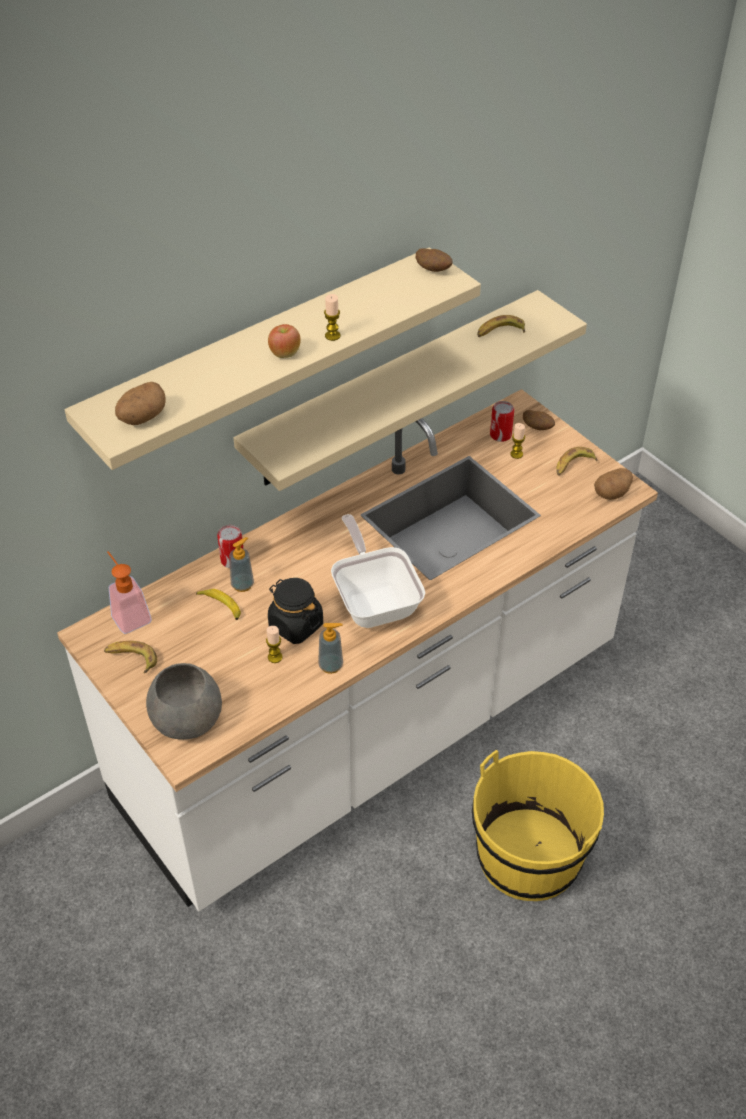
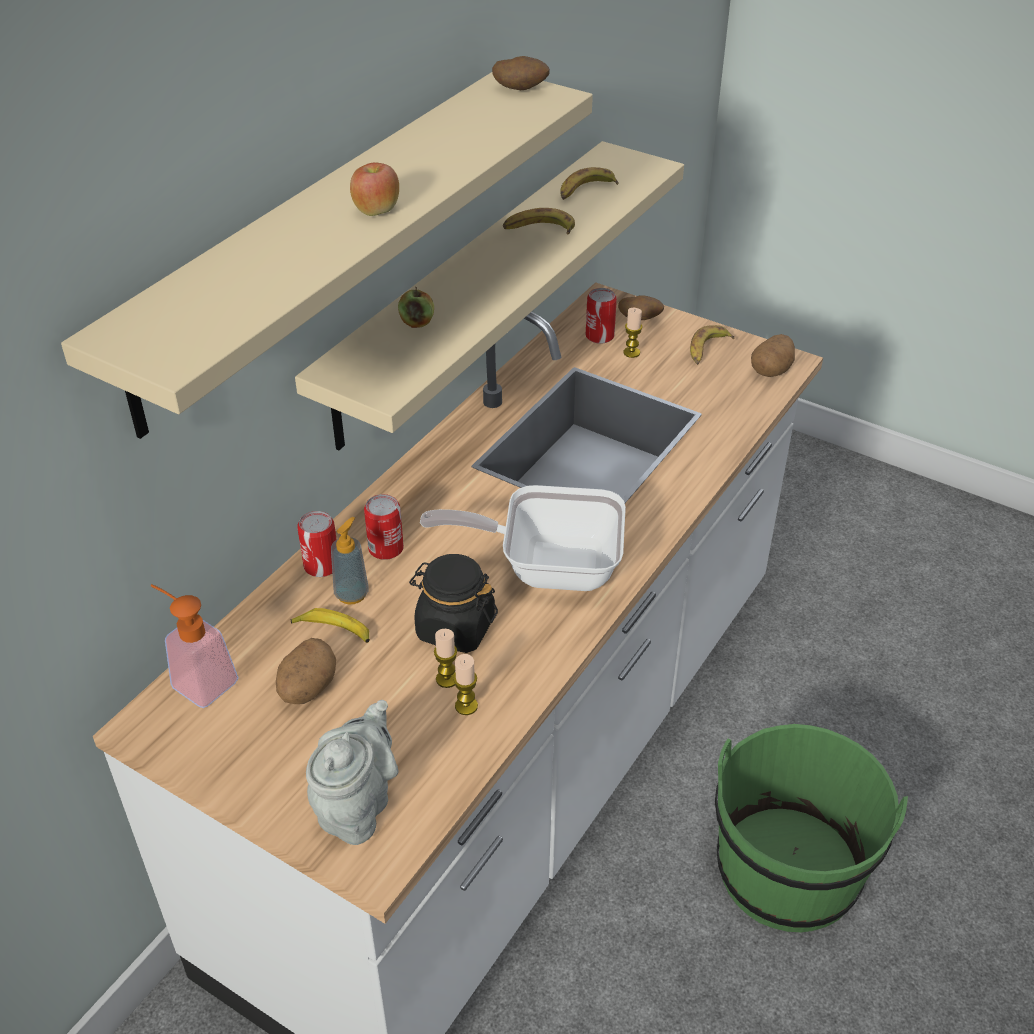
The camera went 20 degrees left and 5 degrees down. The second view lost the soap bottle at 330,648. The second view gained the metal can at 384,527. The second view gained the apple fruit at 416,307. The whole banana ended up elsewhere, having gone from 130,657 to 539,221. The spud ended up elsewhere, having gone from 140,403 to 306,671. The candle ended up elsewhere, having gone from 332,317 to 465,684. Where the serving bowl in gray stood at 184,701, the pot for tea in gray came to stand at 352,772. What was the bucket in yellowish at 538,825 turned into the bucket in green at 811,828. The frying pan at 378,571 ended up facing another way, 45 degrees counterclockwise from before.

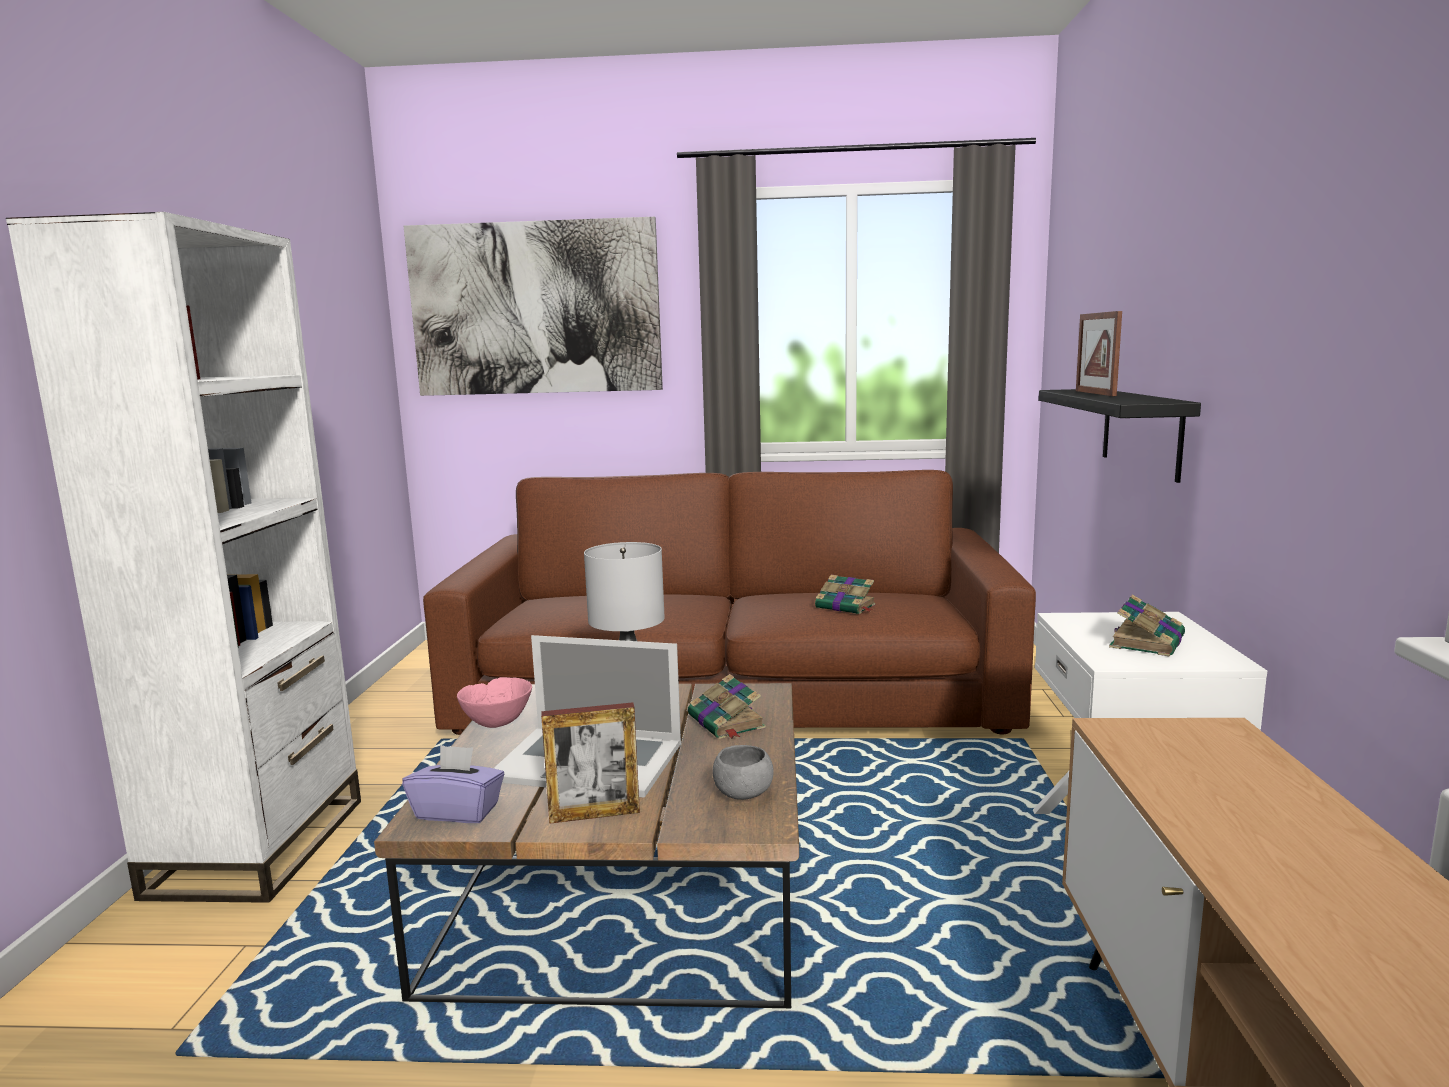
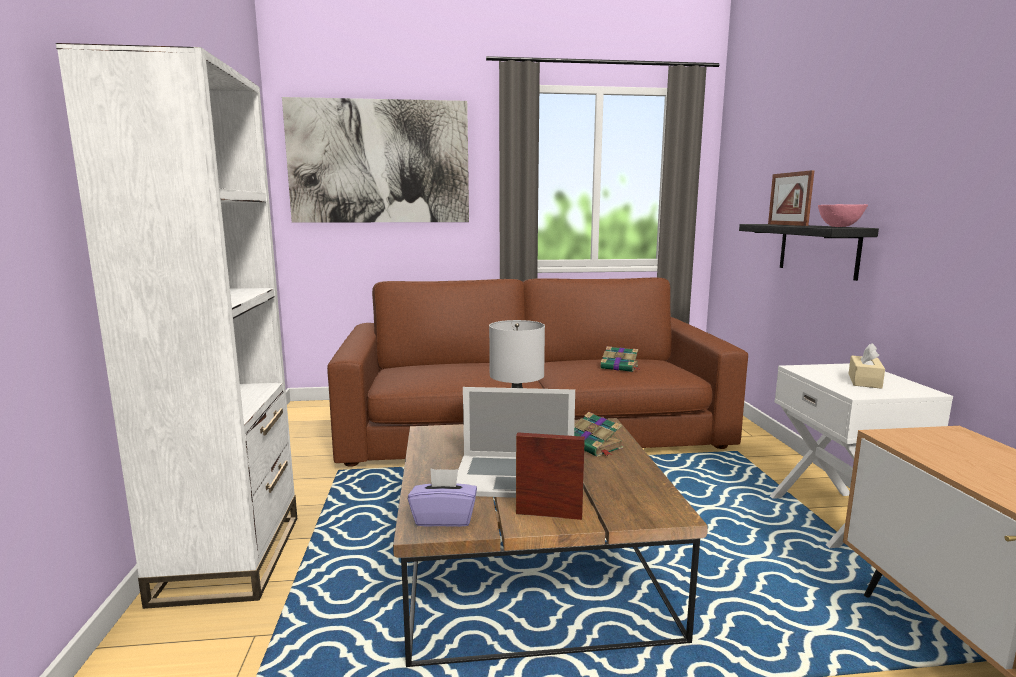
The camera went 10 degrees left and 0 degrees up. The second view lost the serving bowl in gray at 743,772. The serving bowl in pink ended up elsewhere, having gone from 494,702 to 843,215. Where the volume stood at 1147,626, the tissue holder in beige came to stand at 866,366. The standing frame at 590,763 ended up facing another way, 150 degrees counterclockwise from before.

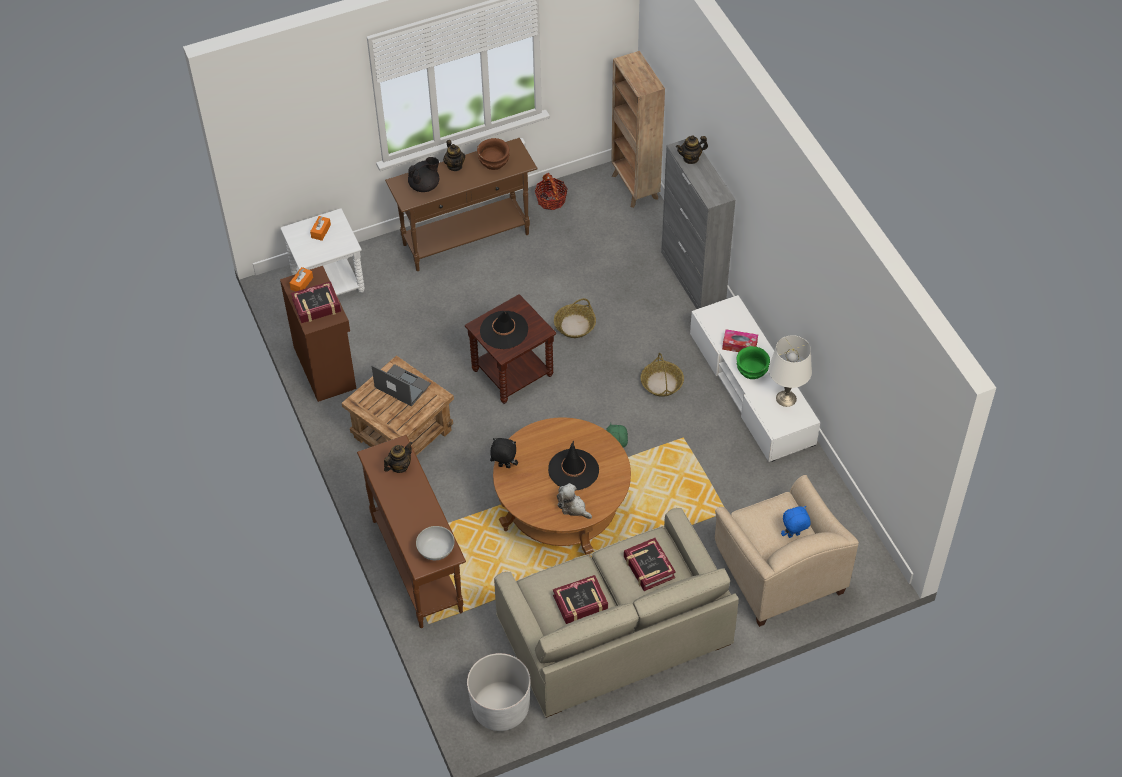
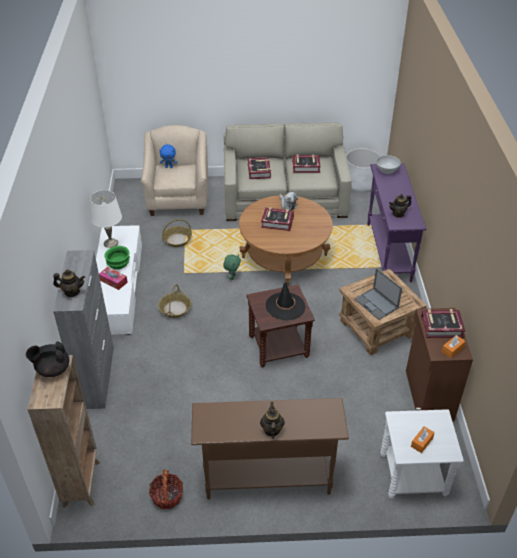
The camera went 160 degrees left and 10 degrees down. The second view lost the serving bowl in brownish at 493,154. The second view lost the plush toy in black at 504,453. The pot for tea in black ended up elsewhere, having gone from 423,174 to 48,359. The storage basket ended up elsewhere, having gone from 575,318 to 177,233. Where the clothing hat in black stood at 573,465, the volume came to stand at 277,219. What was the narrow table in brownish at 411,531 turned into the narrow table in purple-coloured at 396,222.

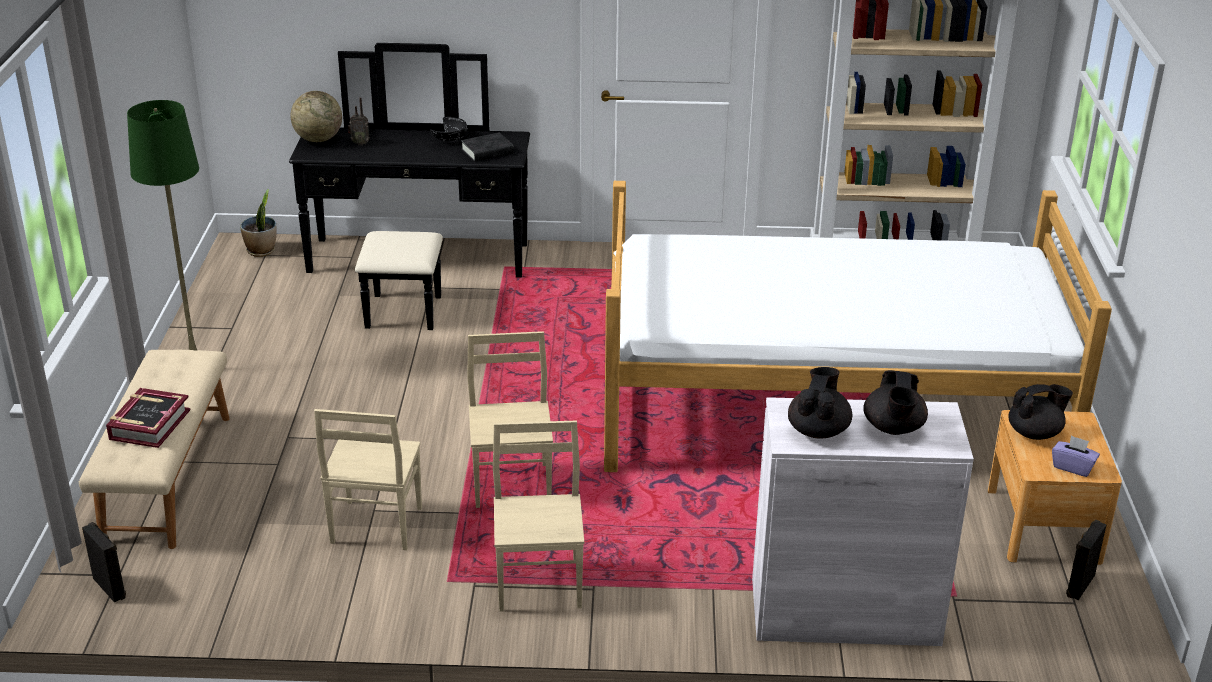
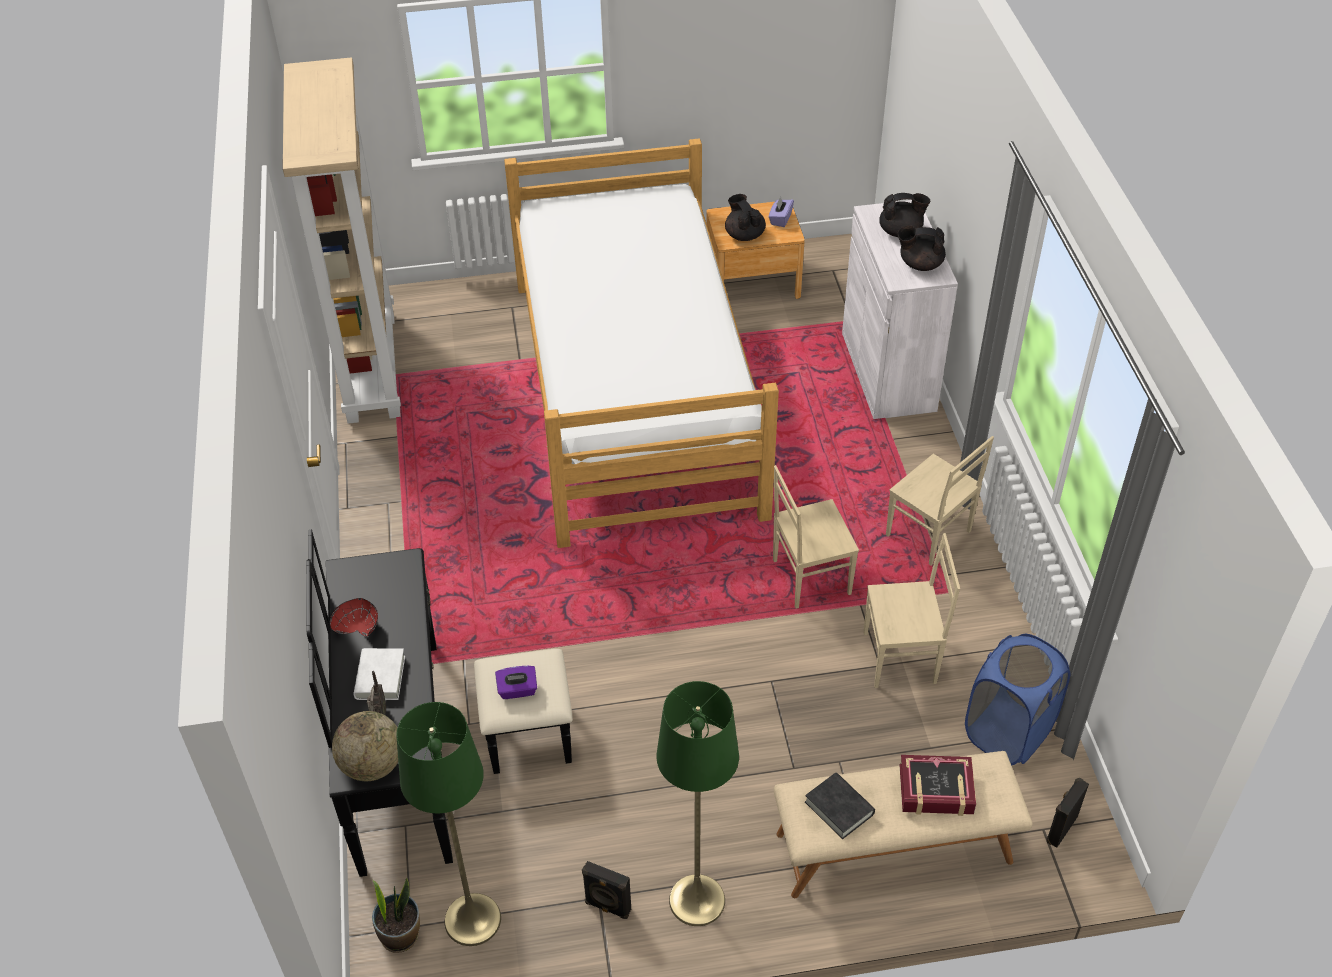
The camera went 100 degrees left and 15 degrees up. The second view gained the volume in white-coloured at 379,674. The second view gained the standing lamp in green at 448,824. The second view gained the tissue holder in purple-coloured at 516,682. The second view gained the laundry basket in bluish at 1017,700. The volume in black ended up elsewhere, having gone from 487,147 to 840,805. The audio speaker in black ended up elsewhere, having gone from 1086,560 to 606,890. What was the serving bowl in black at 448,129 turned into the serving bowl in reddish at 354,617. The chair in beige at 538,516 ended up facing another way, 120 degrees counterclockwise from before.

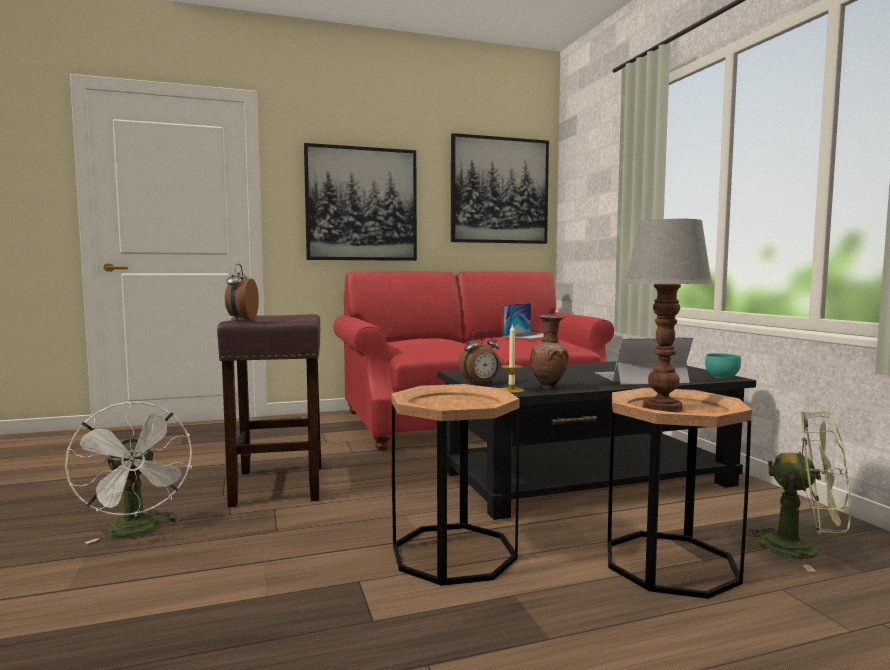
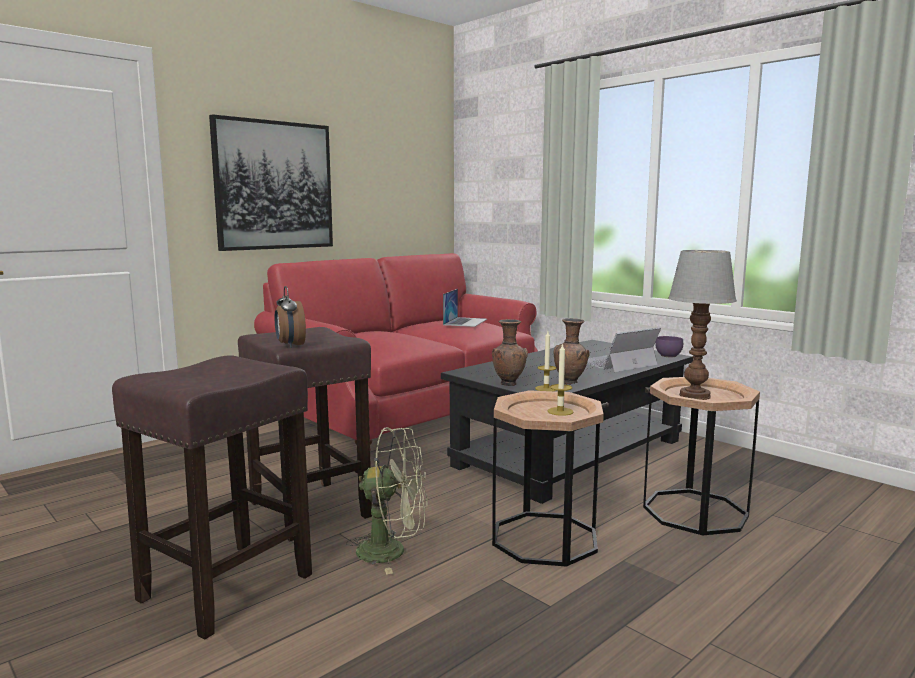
The camera went 25 degrees left and 5 degrees up. The second view lost the picture at 500,188. The second view gained the candle at 560,379. The fan in green ended up elsewhere, having gone from 798,491 to 387,501. Where the fan in white-coloured stood at 128,472, the stool seat in brownish came to stand at 212,497. Where the table clock stood at 479,357, the decorative vase in brownish came to stand at 510,352. What was the serving bowl in turquoise-coloured at 723,366 turned into the serving bowl in purple-coloured at 669,346.

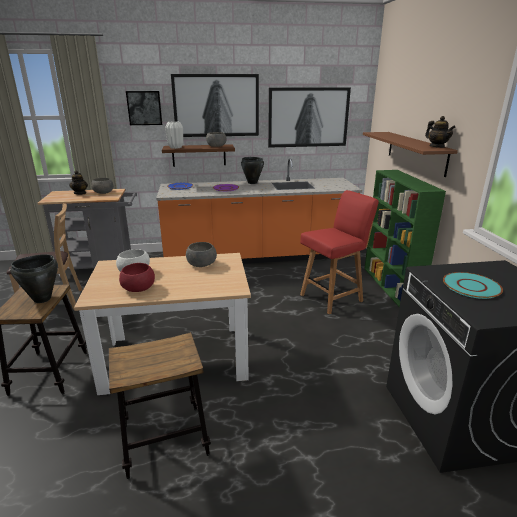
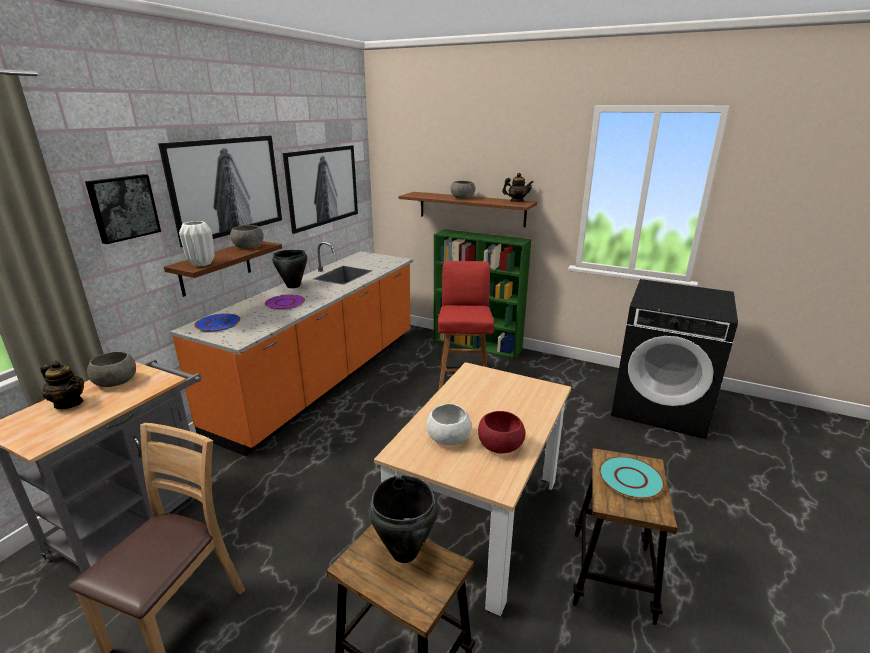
The camera went 55 degrees left and 0 degrees up. The serving bowl in gray ended up elsewhere, having gone from 201,254 to 462,190. The dinner plate in turquoise-coloured ended up elsewhere, having gone from 473,285 to 632,477.

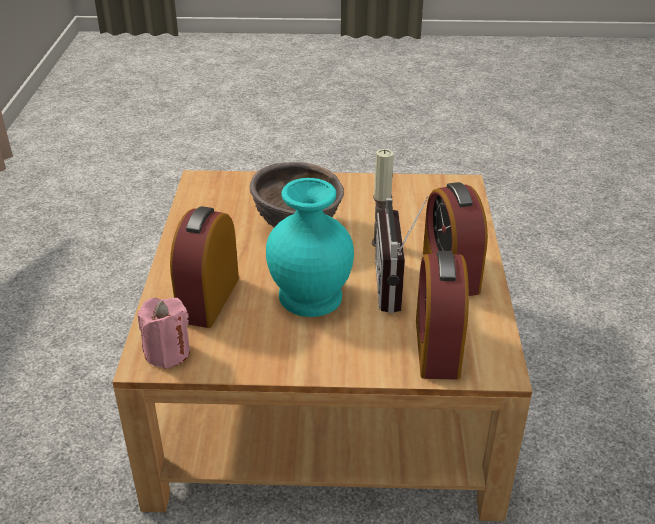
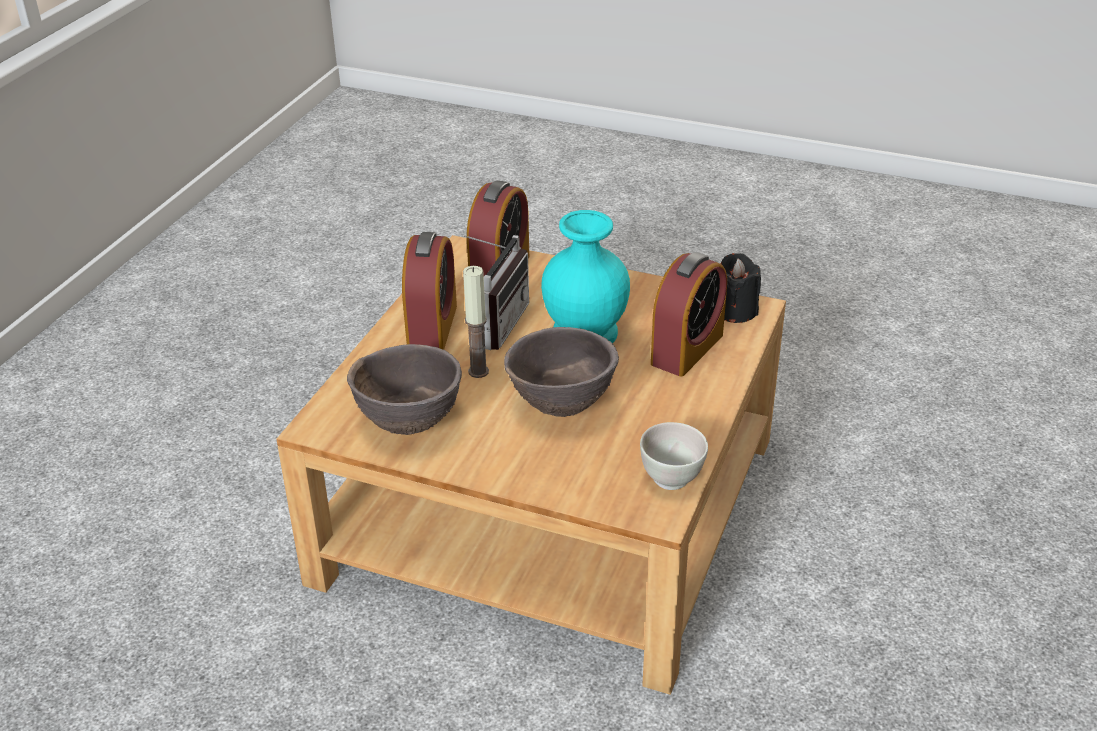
The camera went 160 degrees left and 0 degrees up. The second view gained the serving bowl in brownish at 404,389. The second view gained the serving bowl in white-coloured at 674,456. What was the candle in pink at 163,333 turned into the candle in black at 741,288.

